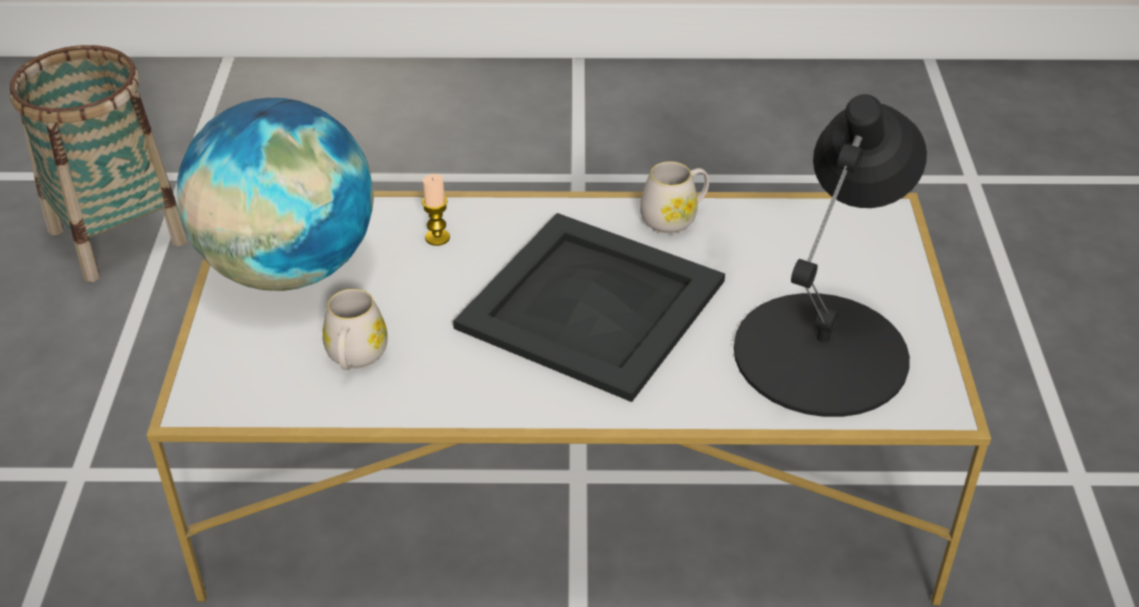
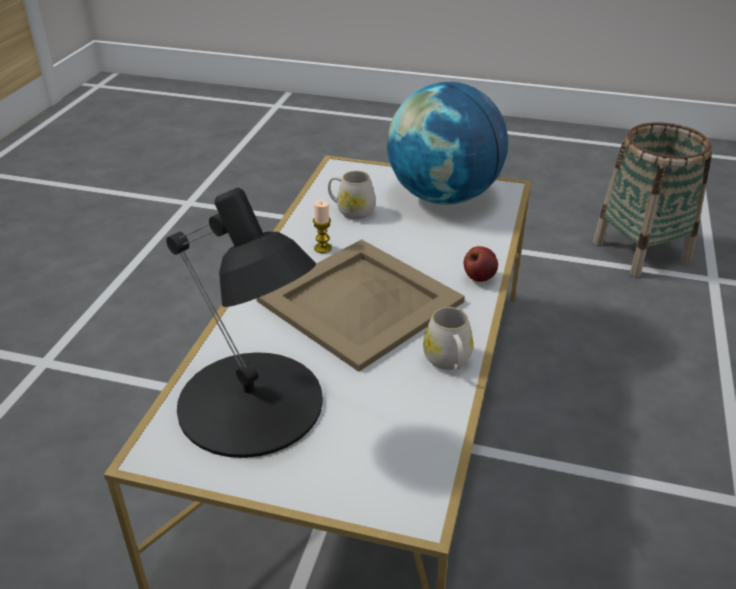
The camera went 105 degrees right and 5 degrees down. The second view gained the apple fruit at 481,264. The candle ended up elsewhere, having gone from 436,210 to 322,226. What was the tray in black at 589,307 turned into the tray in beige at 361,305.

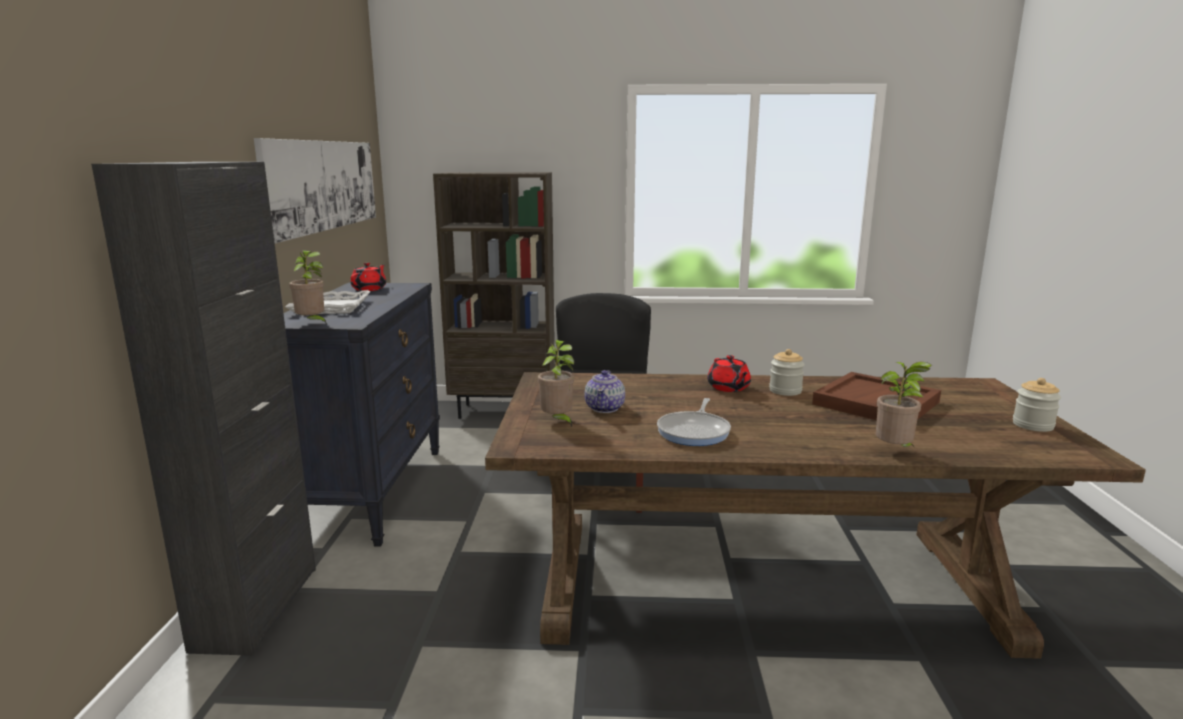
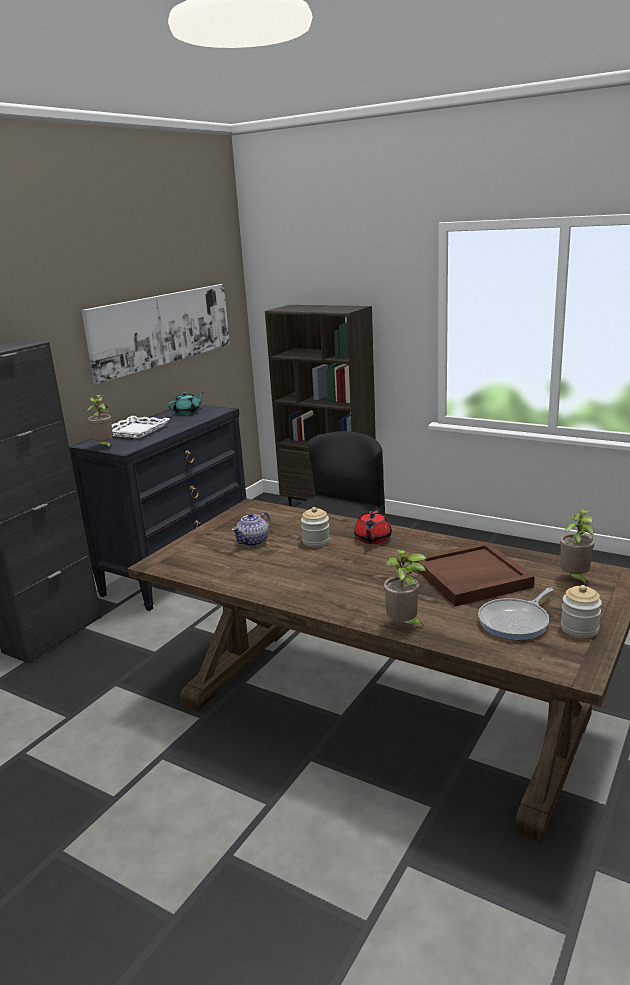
The camera went 30 degrees right and 5 degrees up. The plant in a pot ended up elsewhere, having gone from 556,383 to 577,547. The frying pan ended up elsewhere, having gone from 694,422 to 515,613. The preserve jar ended up elsewhere, having gone from 787,372 to 315,527. What was the pot for tea in reddish at 368,277 turned into the pot for tea in turquoise-coloured at 186,403.

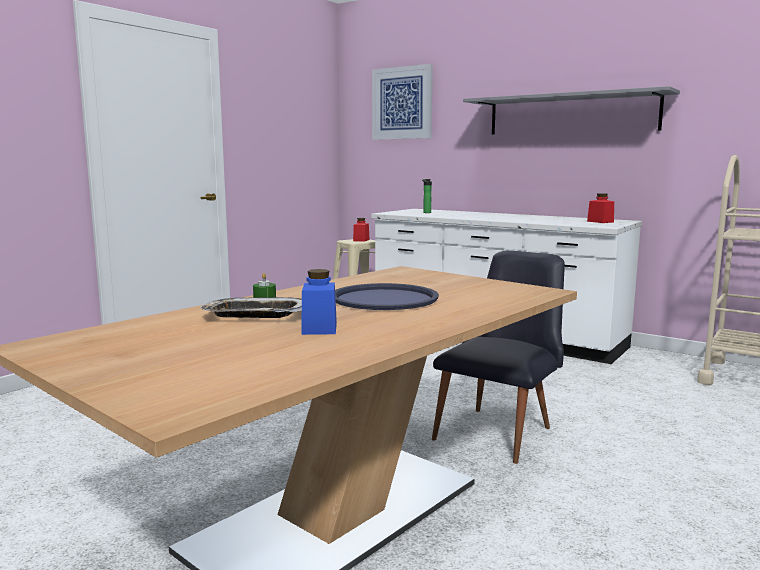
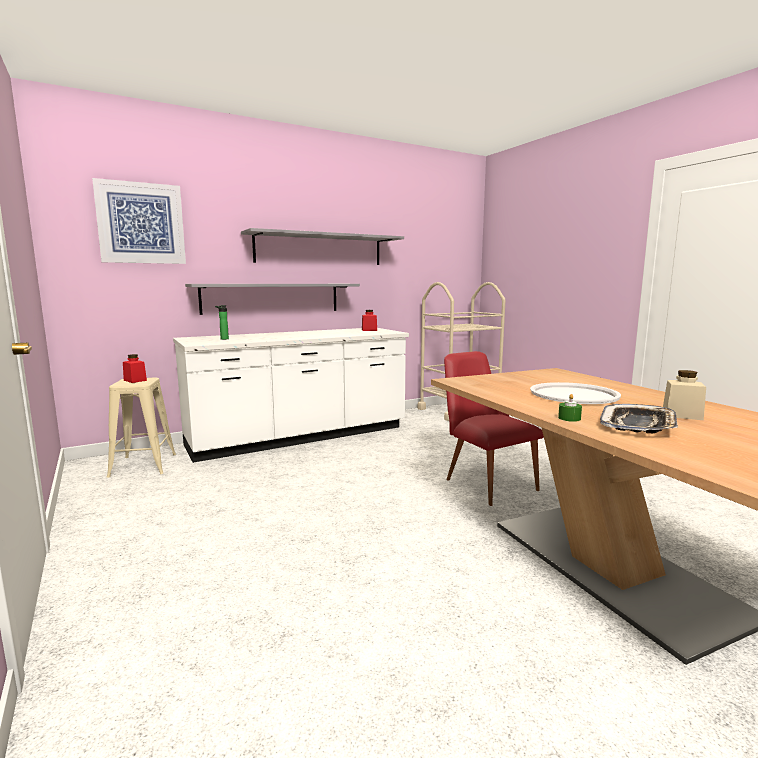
The camera went 65 degrees left and 0 degrees up. The second view gained the bracket shelf in gray at 272,299. What was the preserve jar in bluish at 319,302 turned into the preserve jar in beige at 684,395. What was the tray in bluish at 387,296 turned into the tray in white-coloured at 575,393. What was the chair in black at 498,357 turned into the chair in reddish at 494,428.

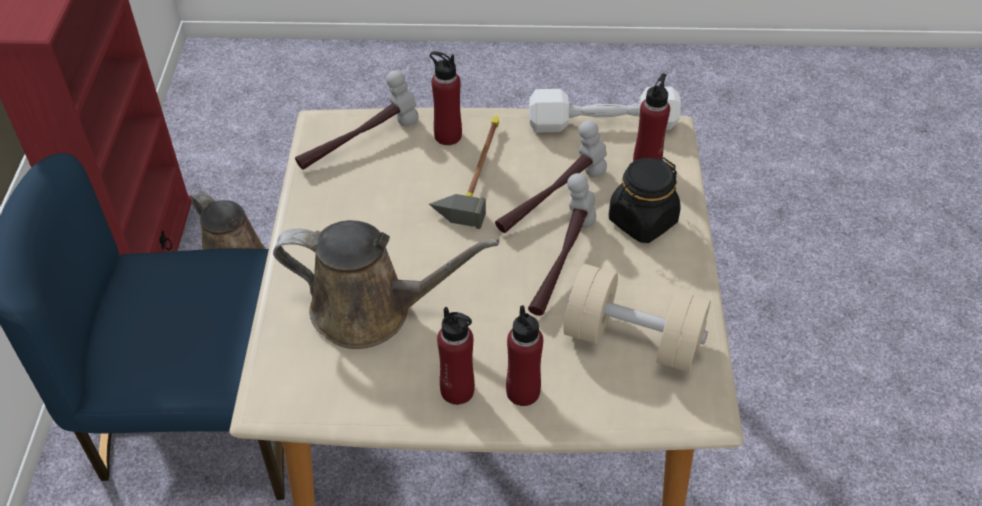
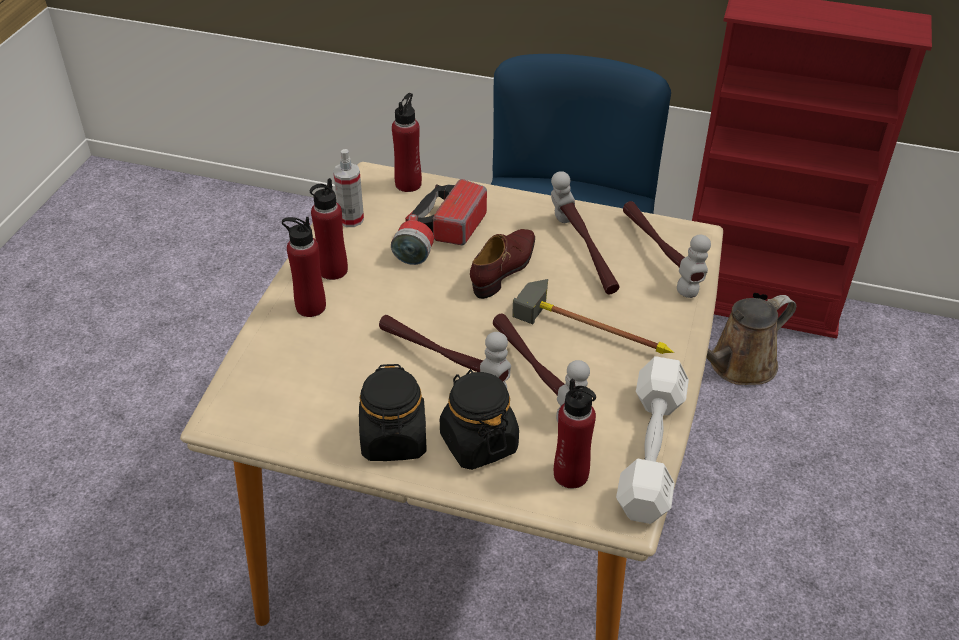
The camera went 105 degrees right and 5 degrees down. The second view lost the free weight in beige at 637,318. The second view gained the hand sprayer at 348,188. The second view gained the preserve jar in black at 393,412. The second view gained the low shoe in brownish at 502,264. The second view gained the hand hammer at 585,233. The drink bottle in reddish ended up elsewhere, having gone from 446,98 to 407,142. Where the watering can in brownish stood at 386,284, the flashlight came to stand at 439,222.

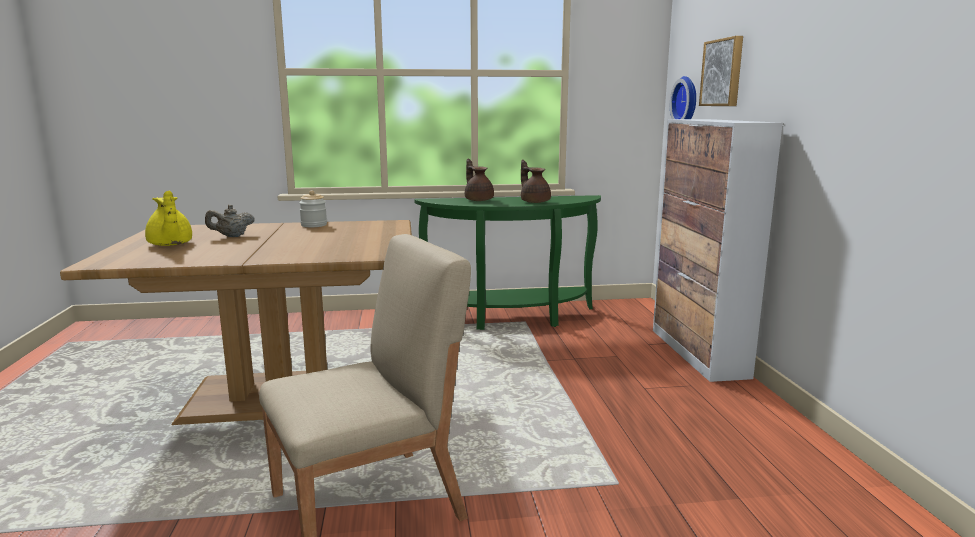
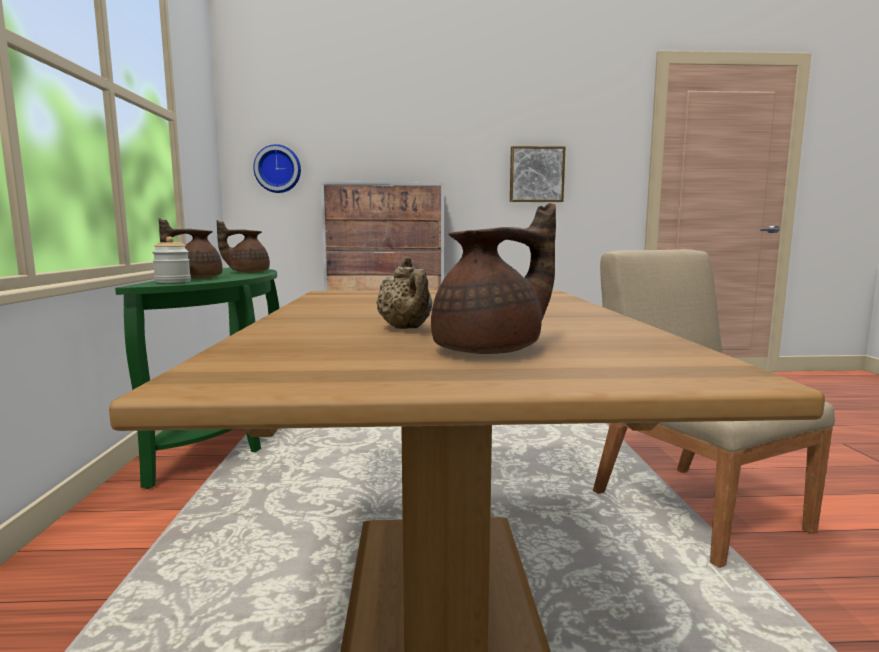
The camera went 85 degrees left and 5 degrees down. The preserve jar ended up elsewhere, having gone from 313,208 to 171,259. The picture ended up elsewhere, having gone from 721,71 to 538,174. What was the pot for tea in yellowish at 168,218 turned into the pot for tea in brownish at 493,278.

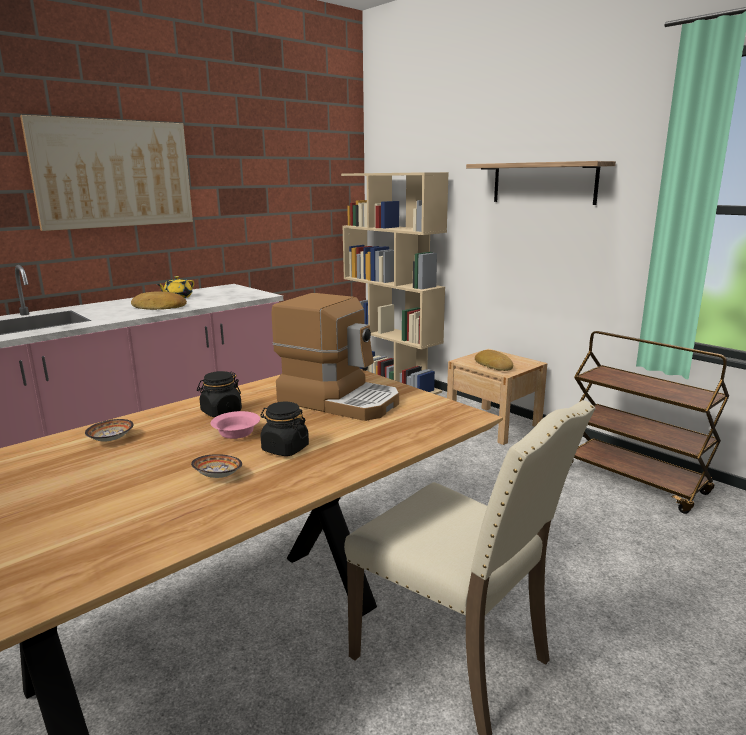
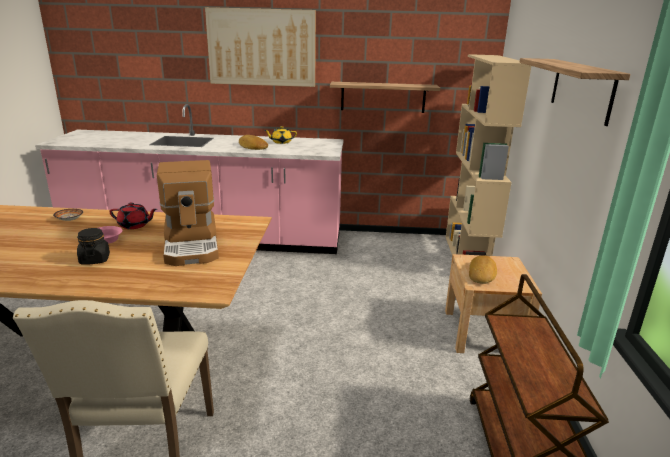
The camera went 45 degrees right and 5 degrees up. The second view lost the serving bowl at 216,466. The second view gained the bracket shelf at 385,97. Where the preserve jar in black stood at 219,394, the pot for tea in reddish came to stand at 133,215.

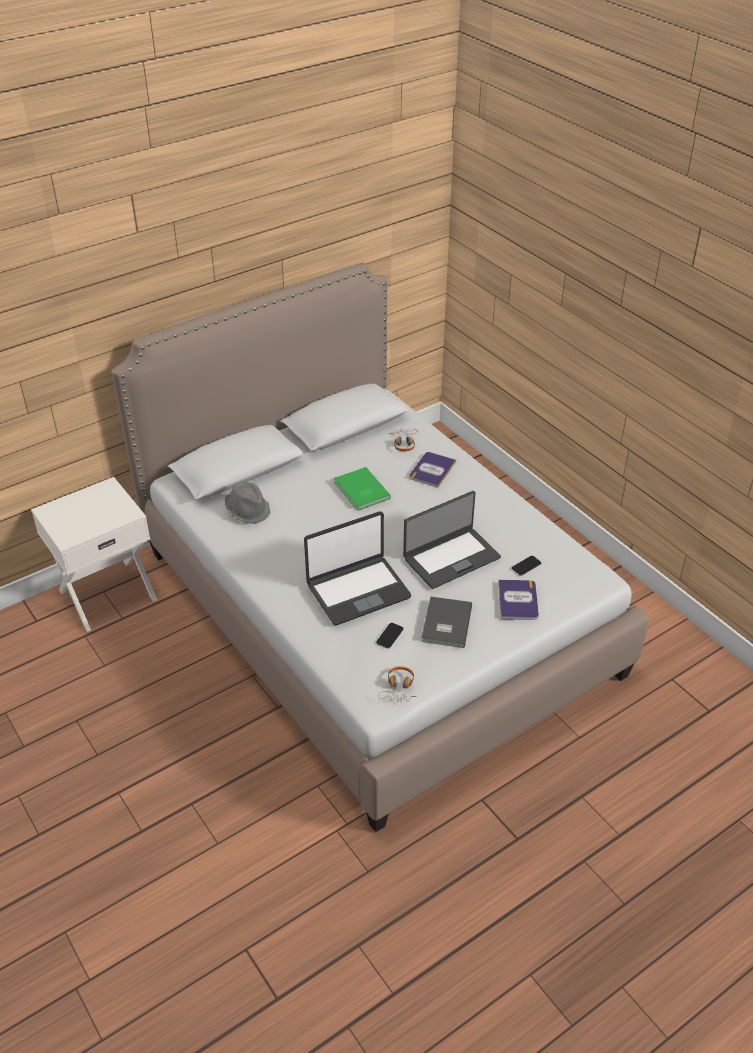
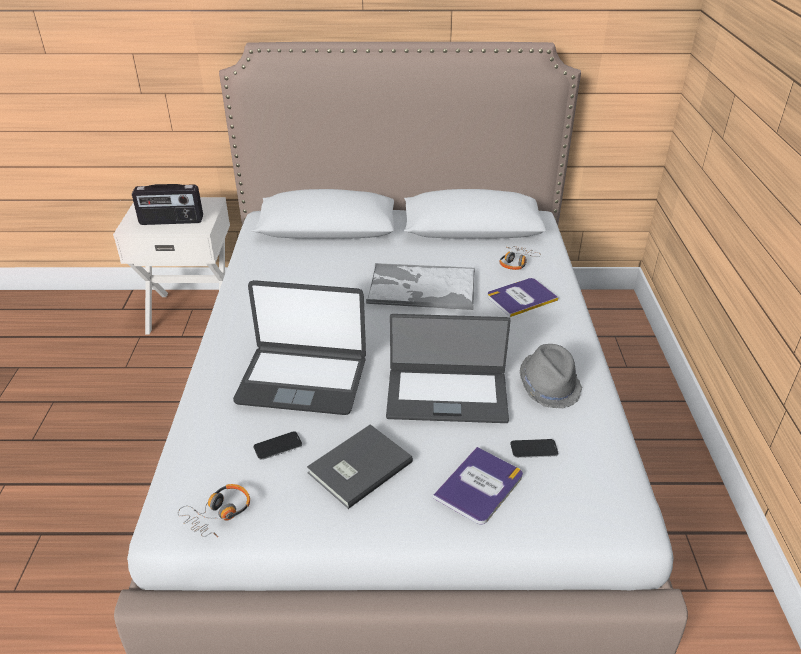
The camera went 35 degrees right and 5 degrees down. The second view gained the radio set at 167,204. The clothing hat in gray ended up elsewhere, having gone from 248,503 to 551,376. Where the volume in green stood at 362,489, the tray came to stand at 420,286.

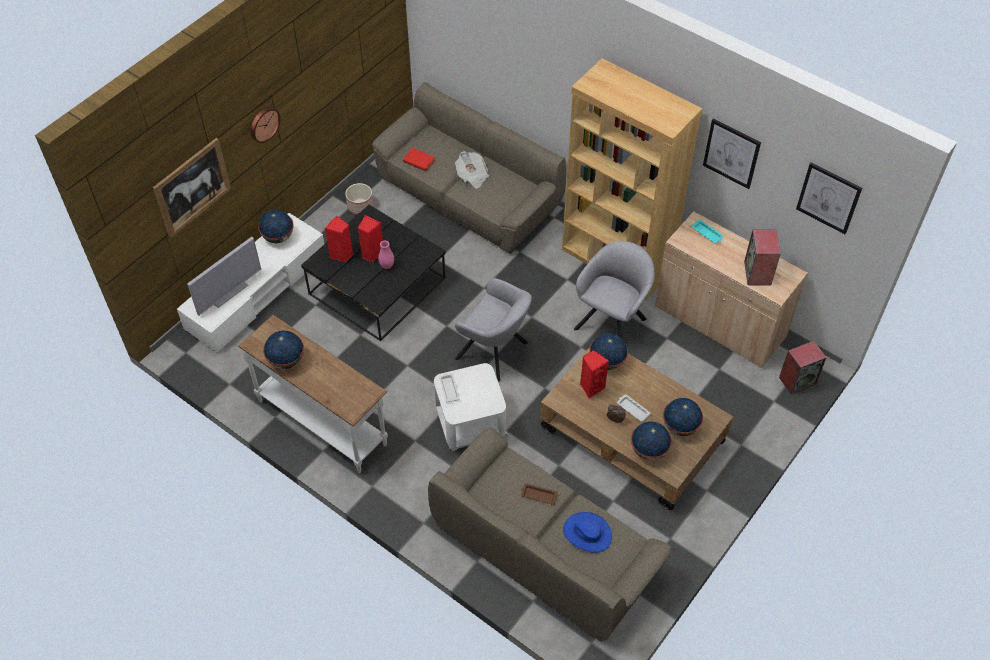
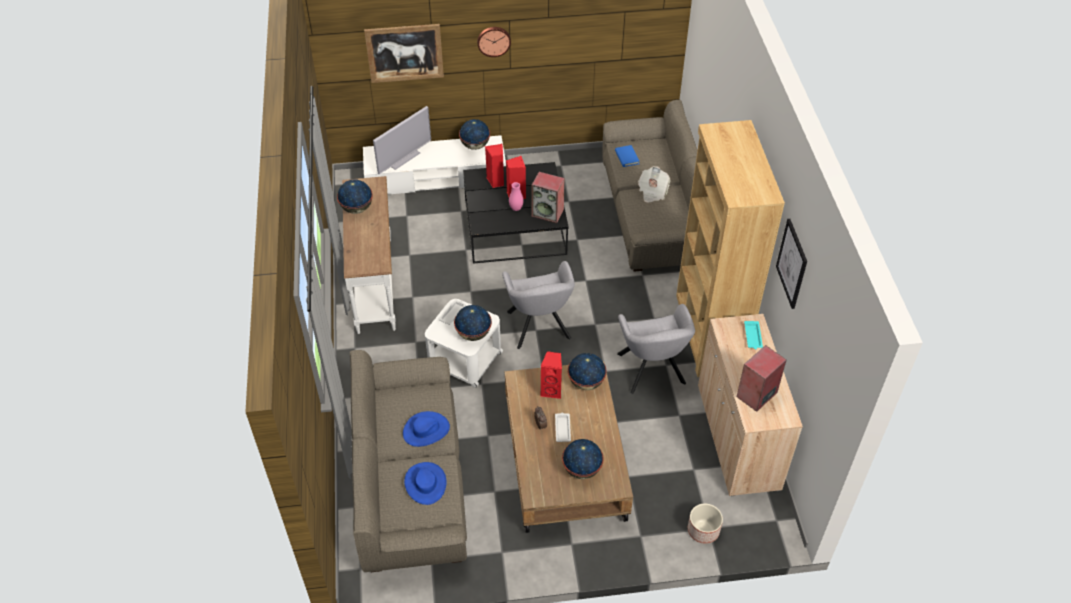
The camera went 45 degrees right and 5 degrees down. The second view lost the picture at 829,198. The plant pot ended up elsewhere, having gone from 359,199 to 705,523. The world globe ended up elsewhere, having gone from 651,441 to 473,323. The audio speaker ended up elsewhere, having gone from 802,367 to 548,197. Where the tray in brownish stood at 539,494, the clothing hat in bluish came to stand at 426,429. What was the volume in reddish at 419,159 turned into the volume in bluish at 627,156. The TV set at 224,276 ended up facing another way, 45 degrees counterclockwise from before. The lounge chair in gray at 614,289 ended up facing another way, 90 degrees clockwise from before.

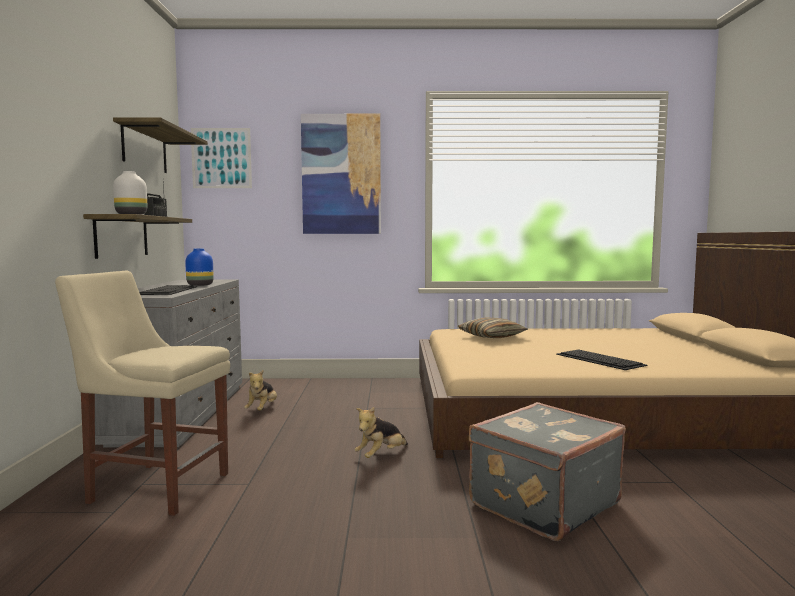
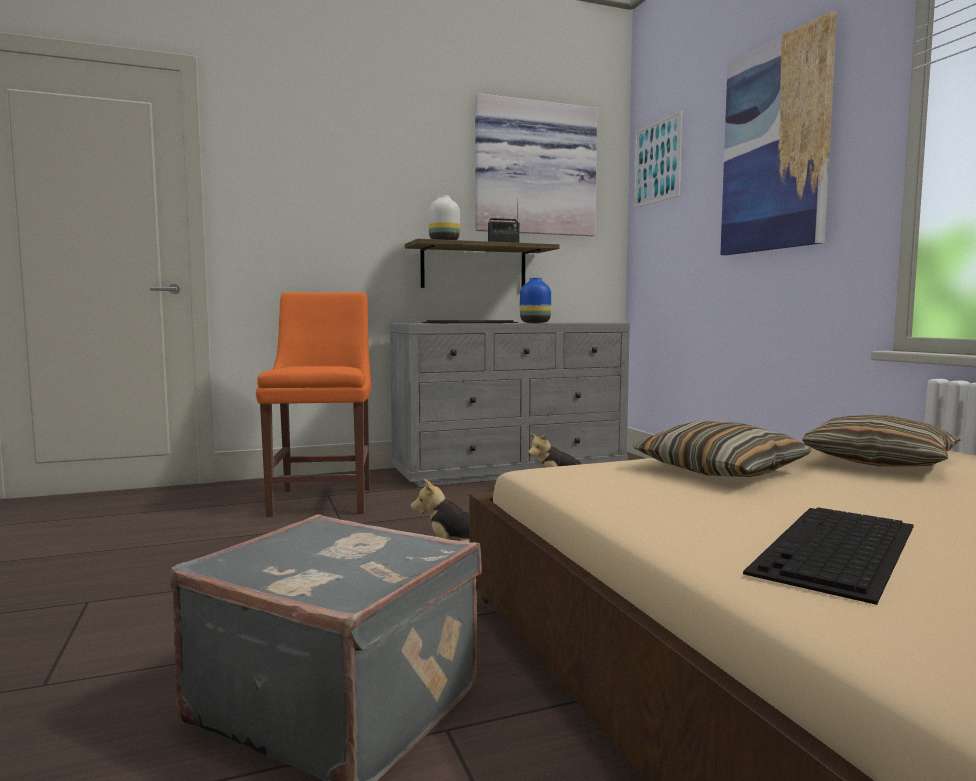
The camera went 70 degrees right and 0 degrees up. The second view gained the pillow at 723,449. Where the bracket shelf hung at 160,145, the picture came to hang at 536,164. What was the chair in beige at 142,393 turned into the chair in orange-coloured at 313,404.

